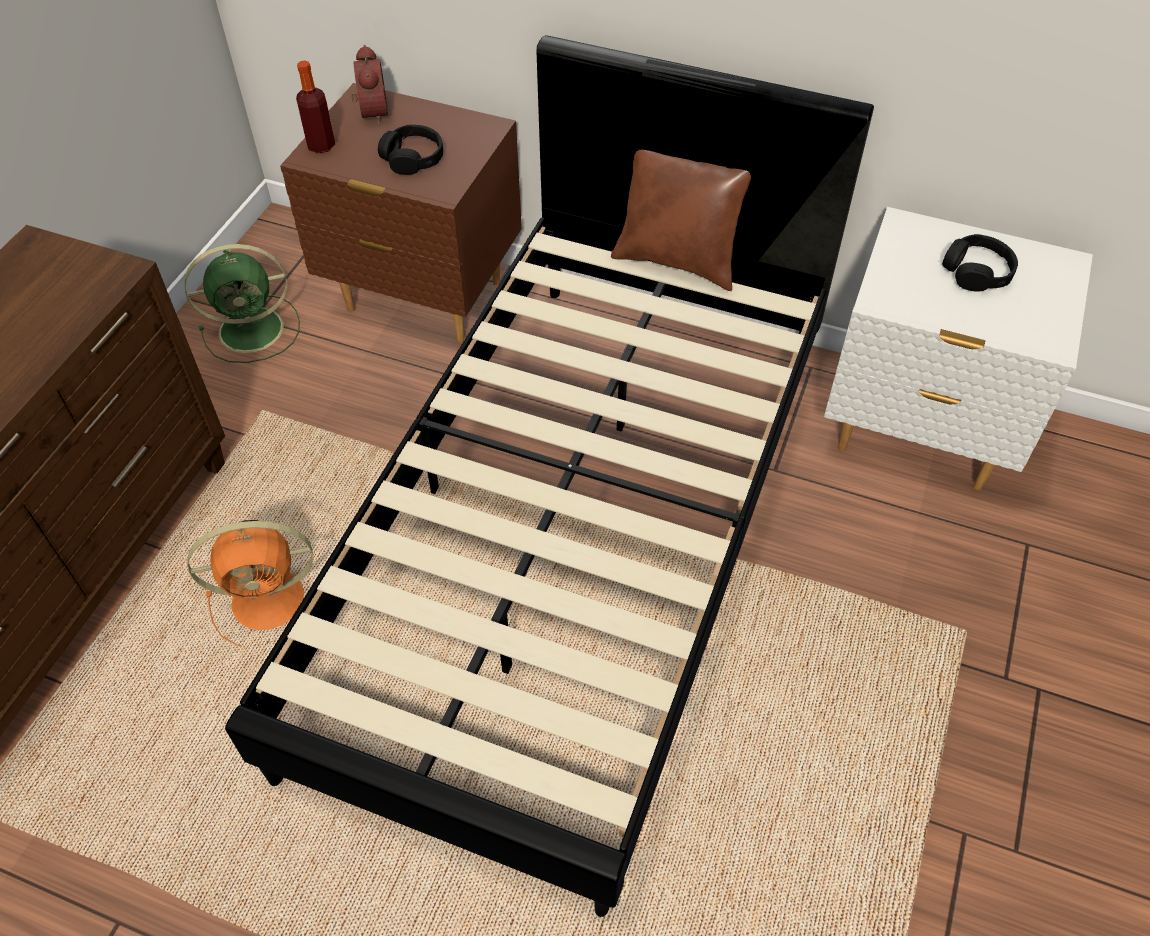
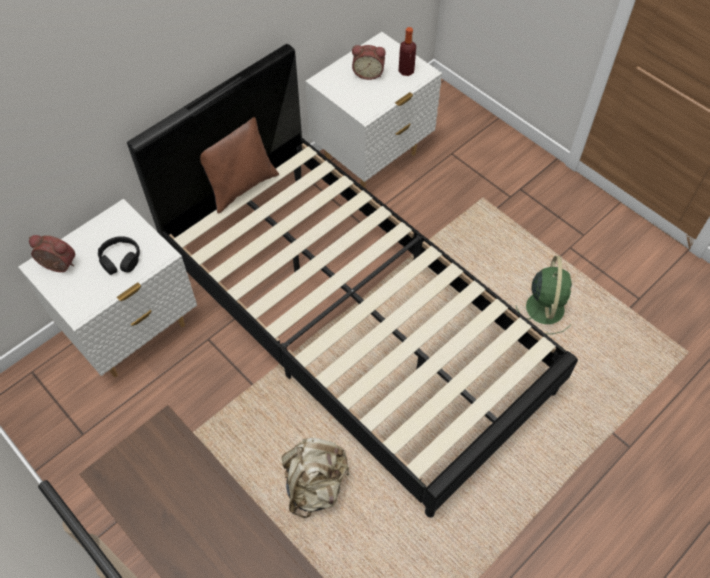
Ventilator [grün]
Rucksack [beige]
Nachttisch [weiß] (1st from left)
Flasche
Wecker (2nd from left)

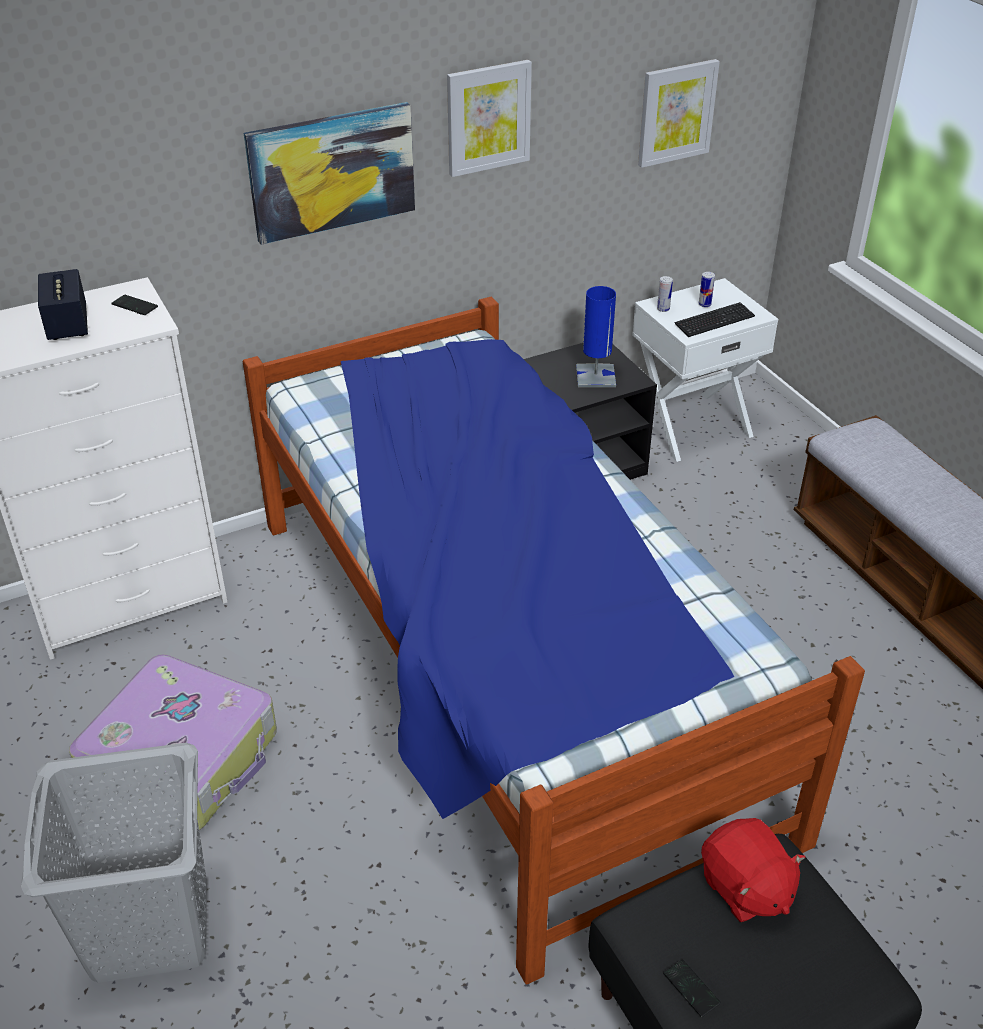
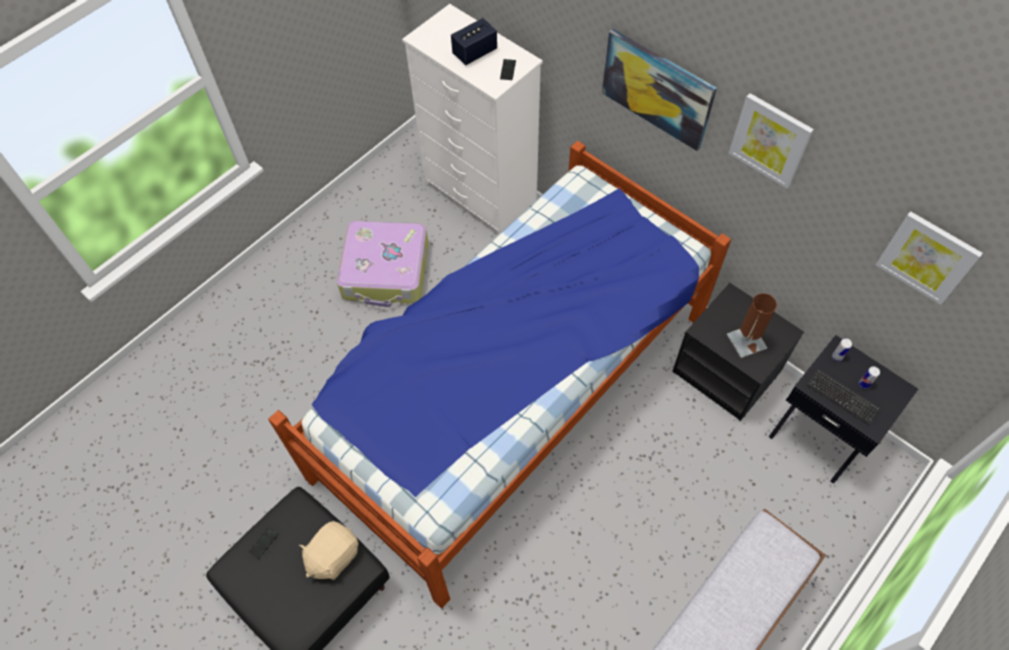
Wäschekorb [grau]
Tischlampe [braun]
Nachttisch [schwarz] (2nd from left)
Plüschtier [beige]

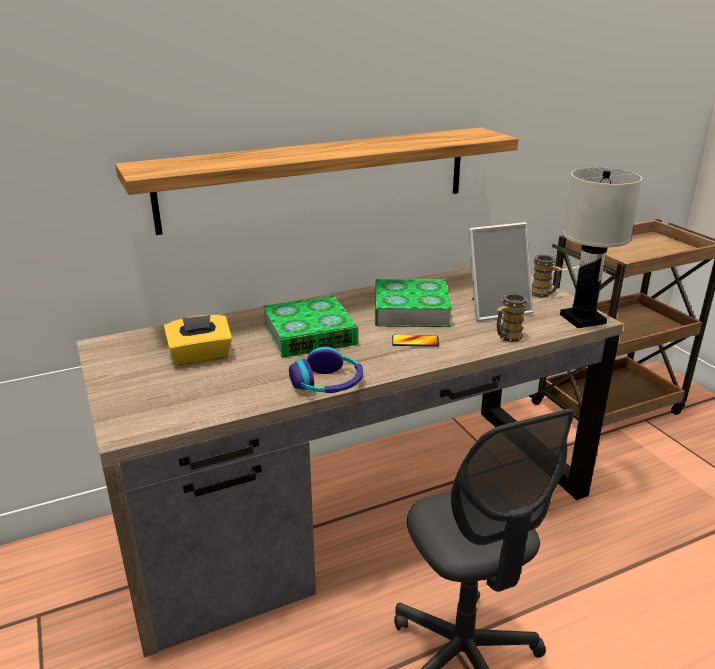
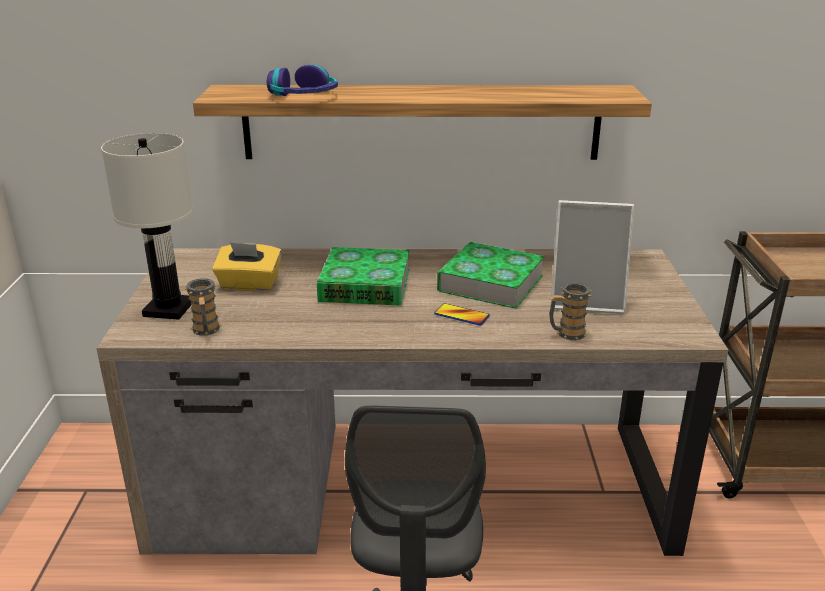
Kopfhörer
Henkelbecher (1st from left)
Tischlampe [weiß]

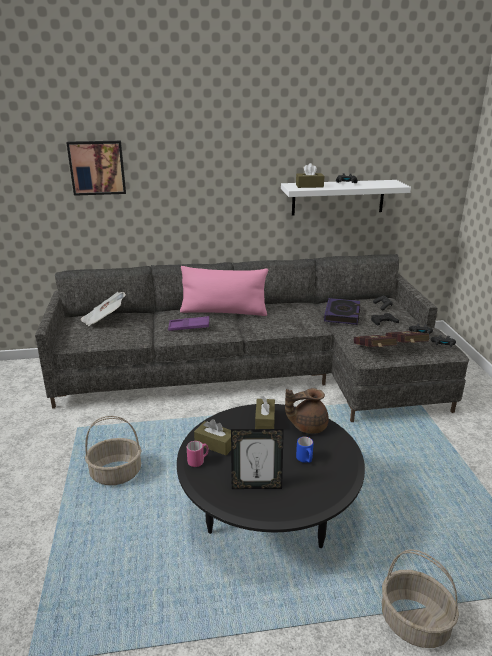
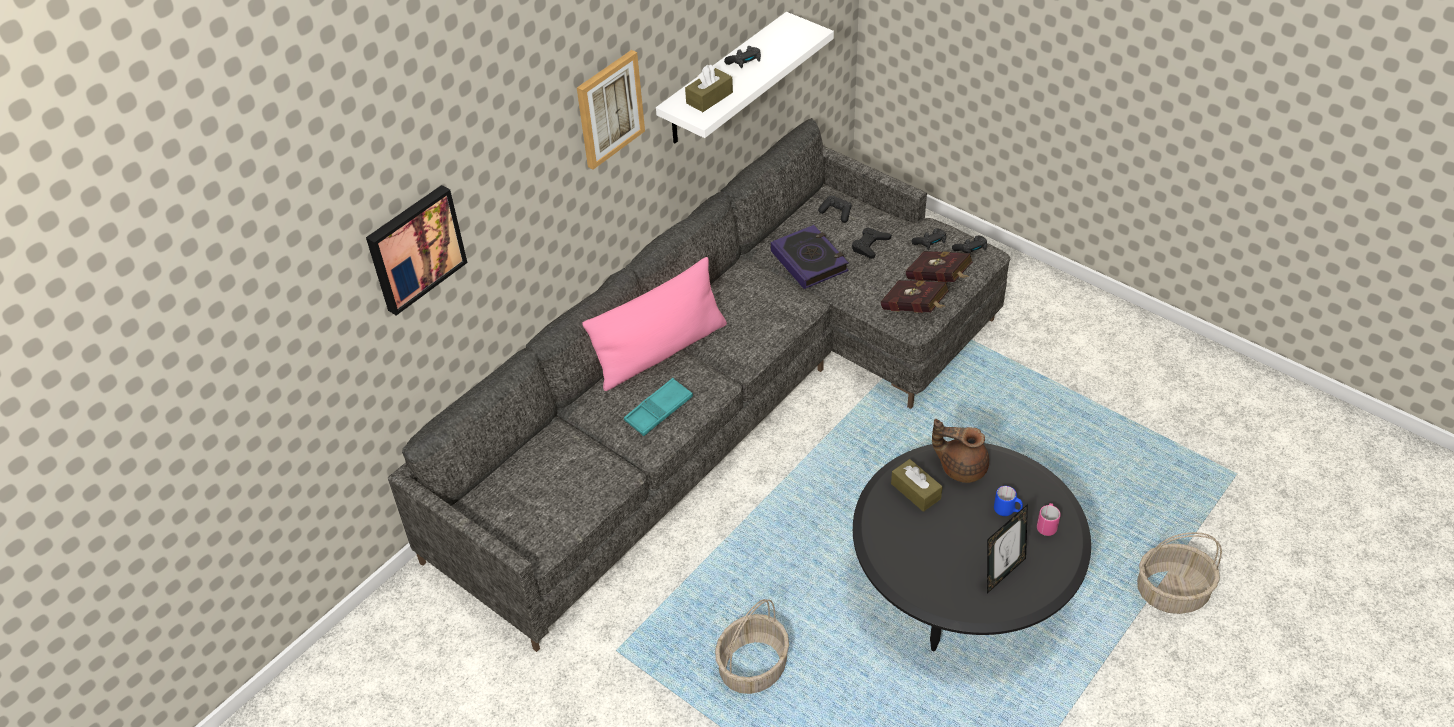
Zeitung
Tablett [türkis]
Henkelbecher [rosa]
Taschentuchbox [braun] (1st from left in the first image)
Teekanne [braun]
Bild (2nd from left)

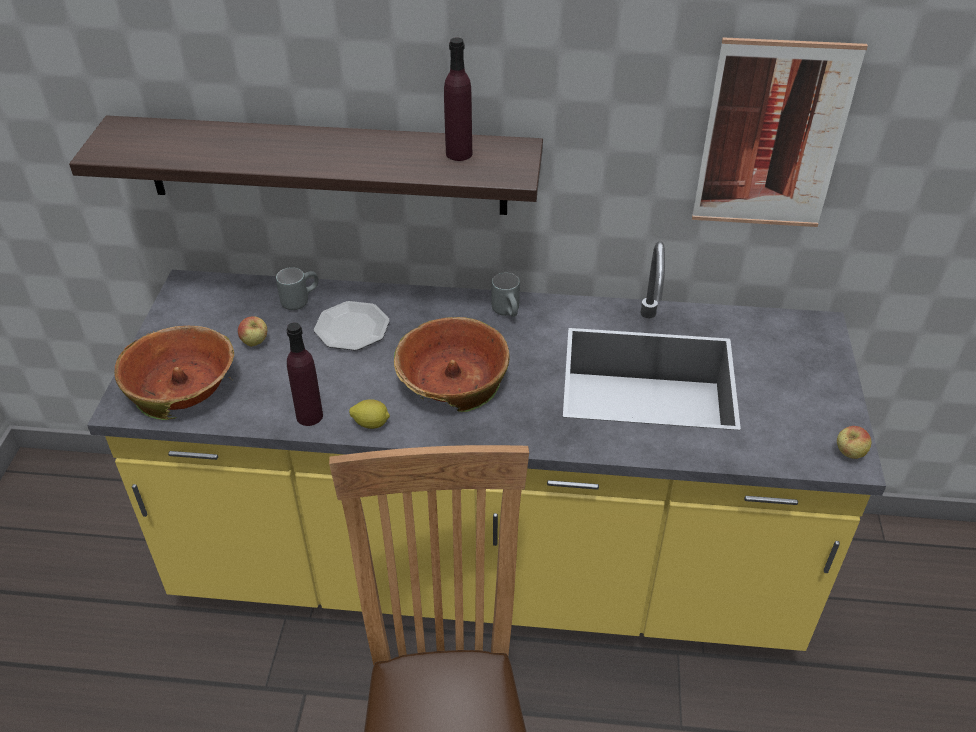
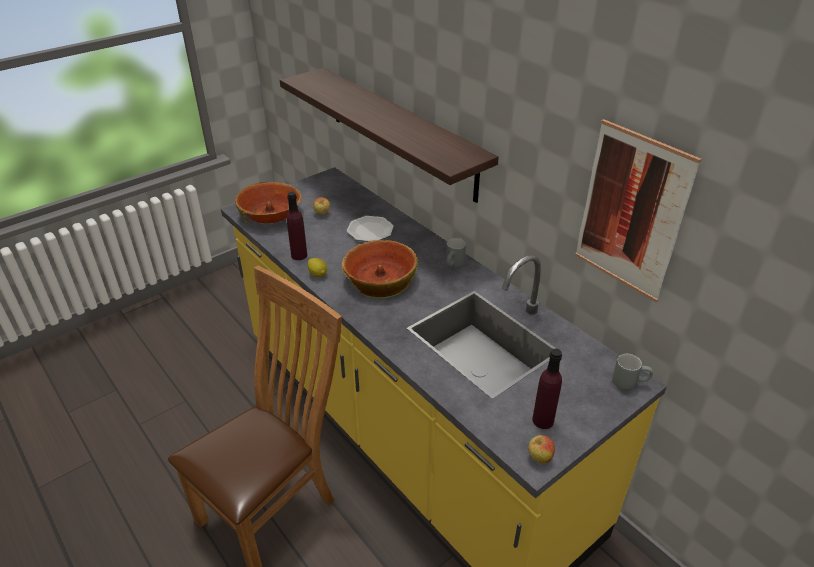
Henkelbecher [grau] (2nd from left)
Flasche [lila] (2nd from left)

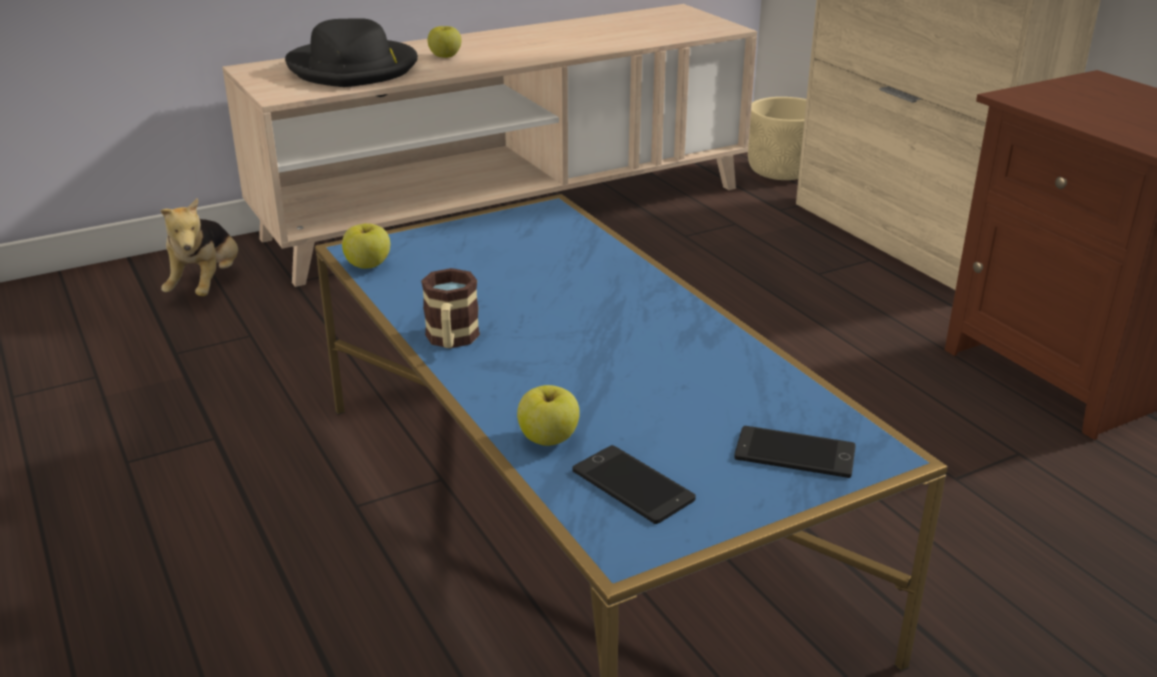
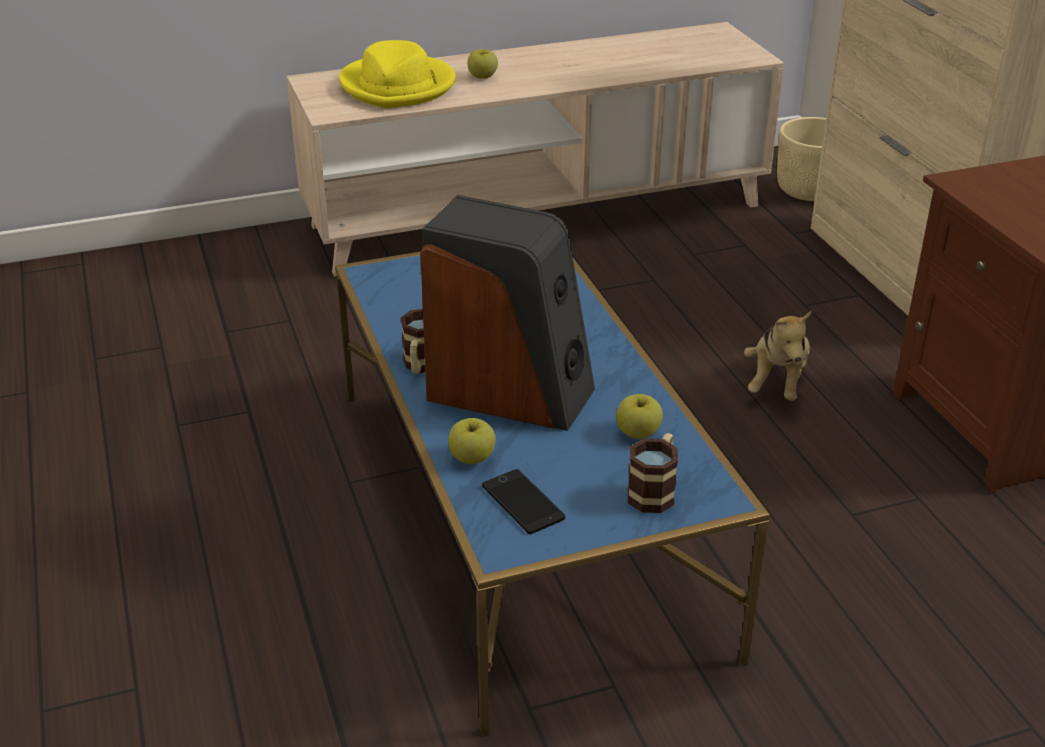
Plüschtier
Hut [gelb]
Apfel (3rd from left)
Henkelbecher (2nd from left)
Lautsprecher

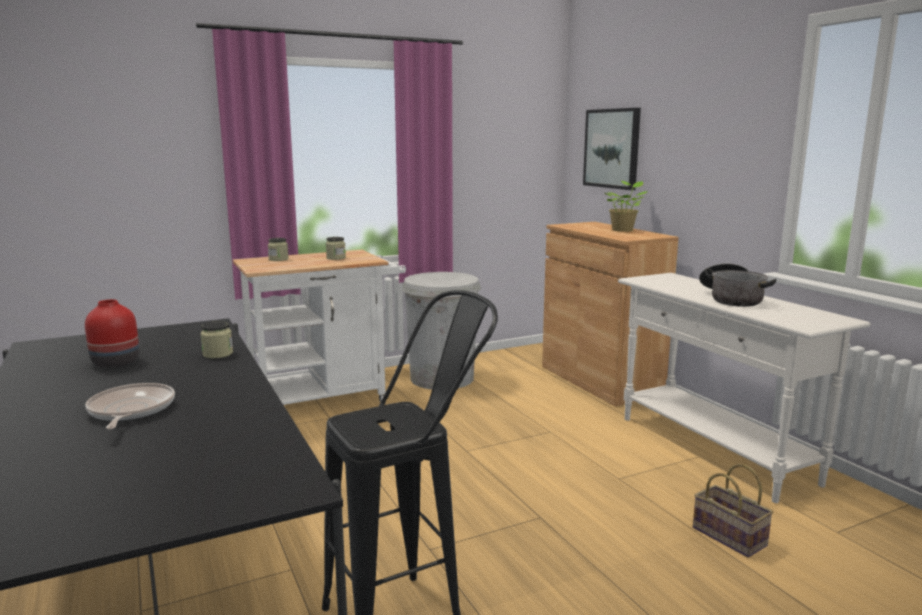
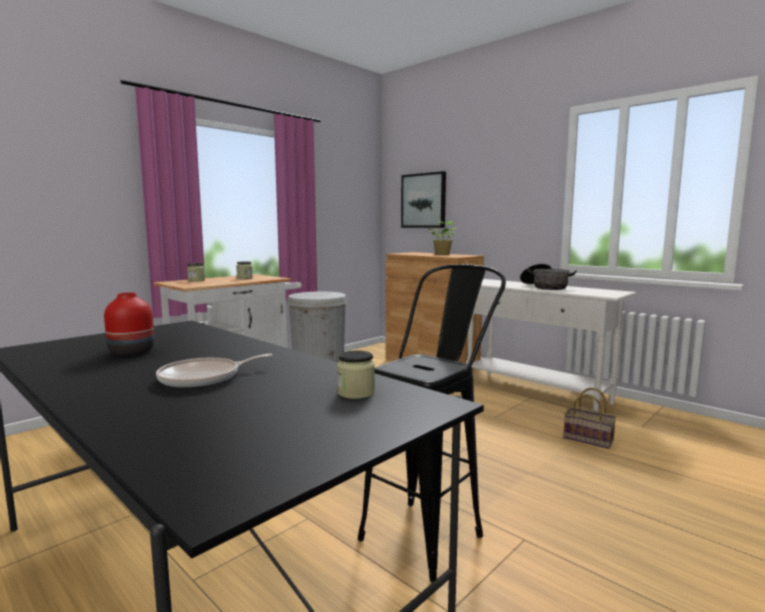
Pfanne
Vorratsglas (3rd from left)

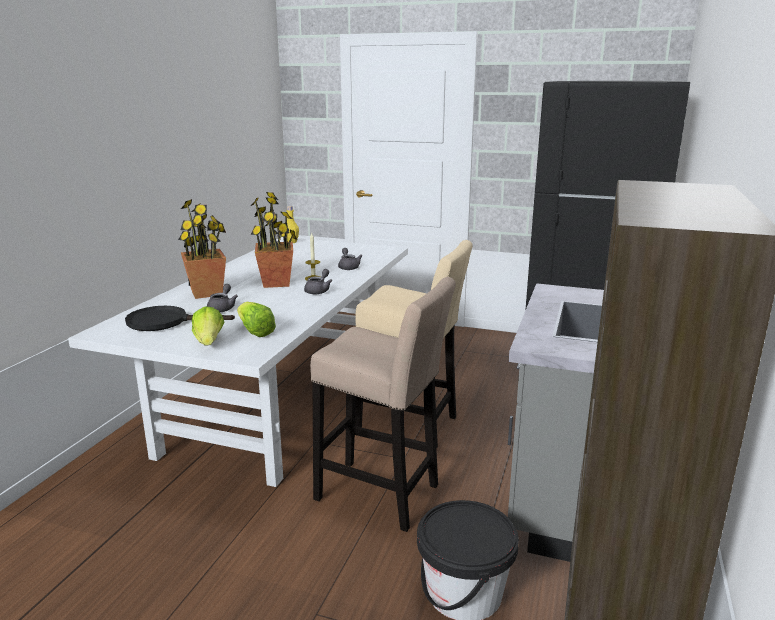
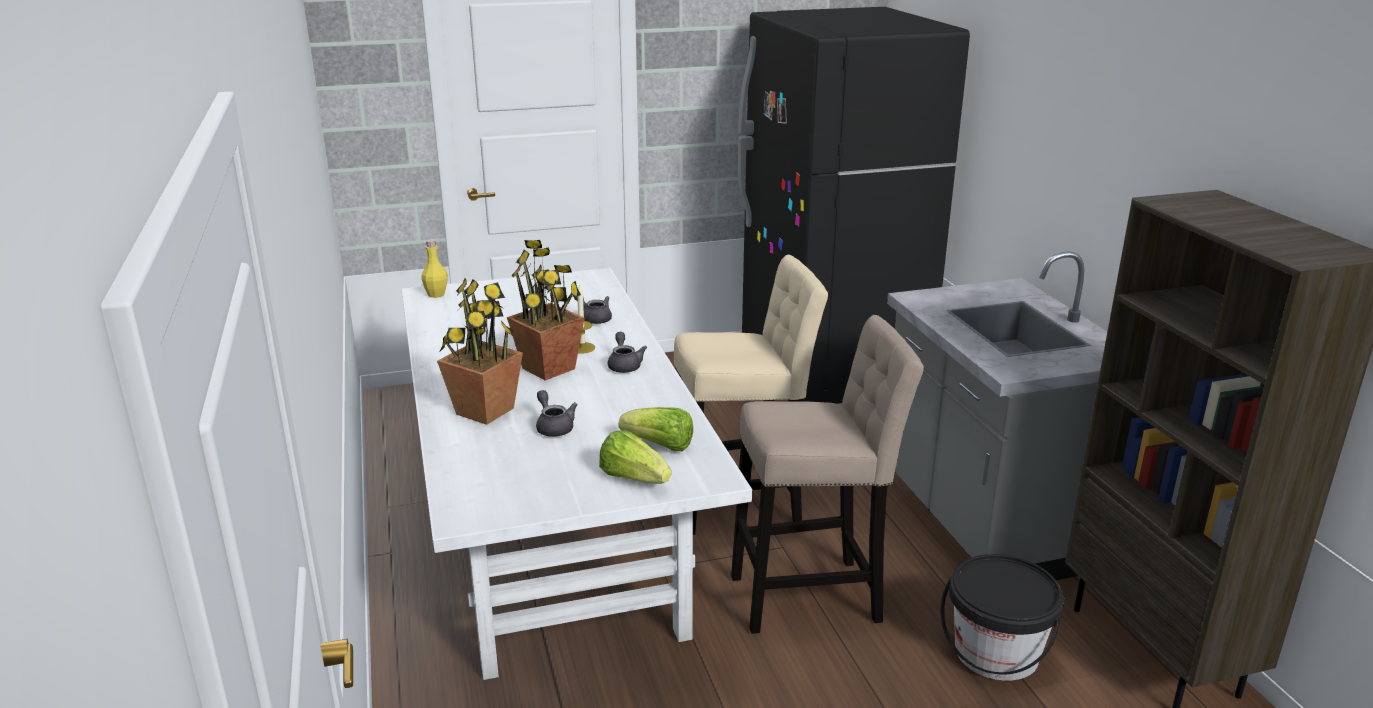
Pfanne [schwarz]

